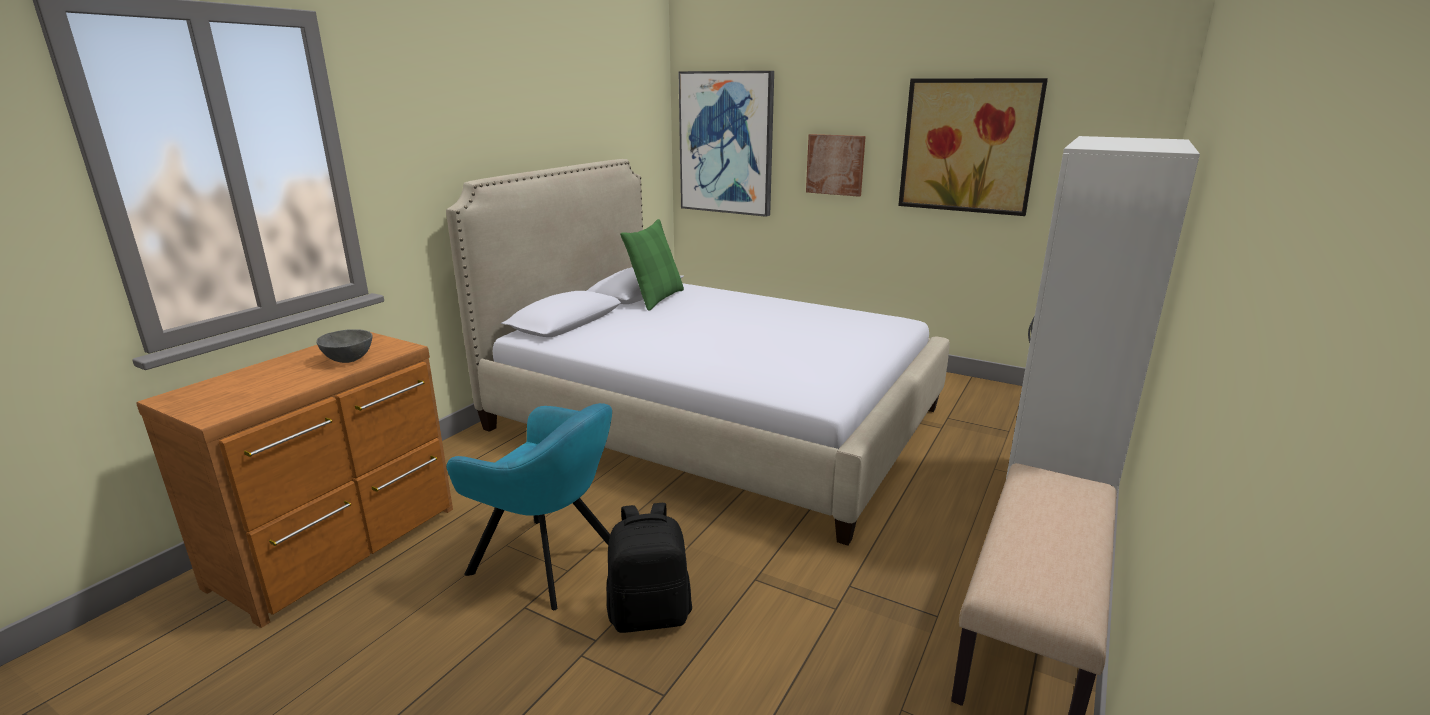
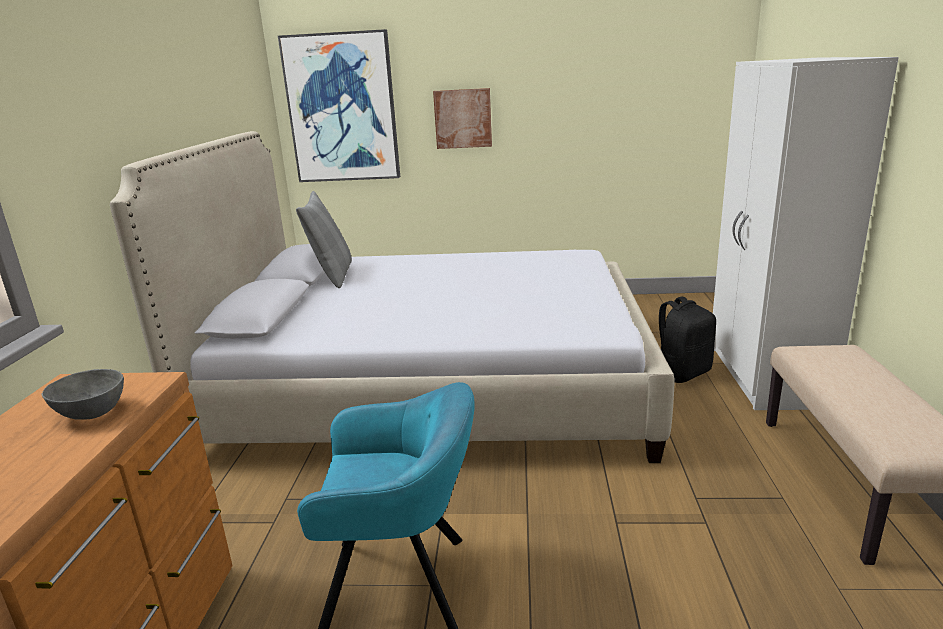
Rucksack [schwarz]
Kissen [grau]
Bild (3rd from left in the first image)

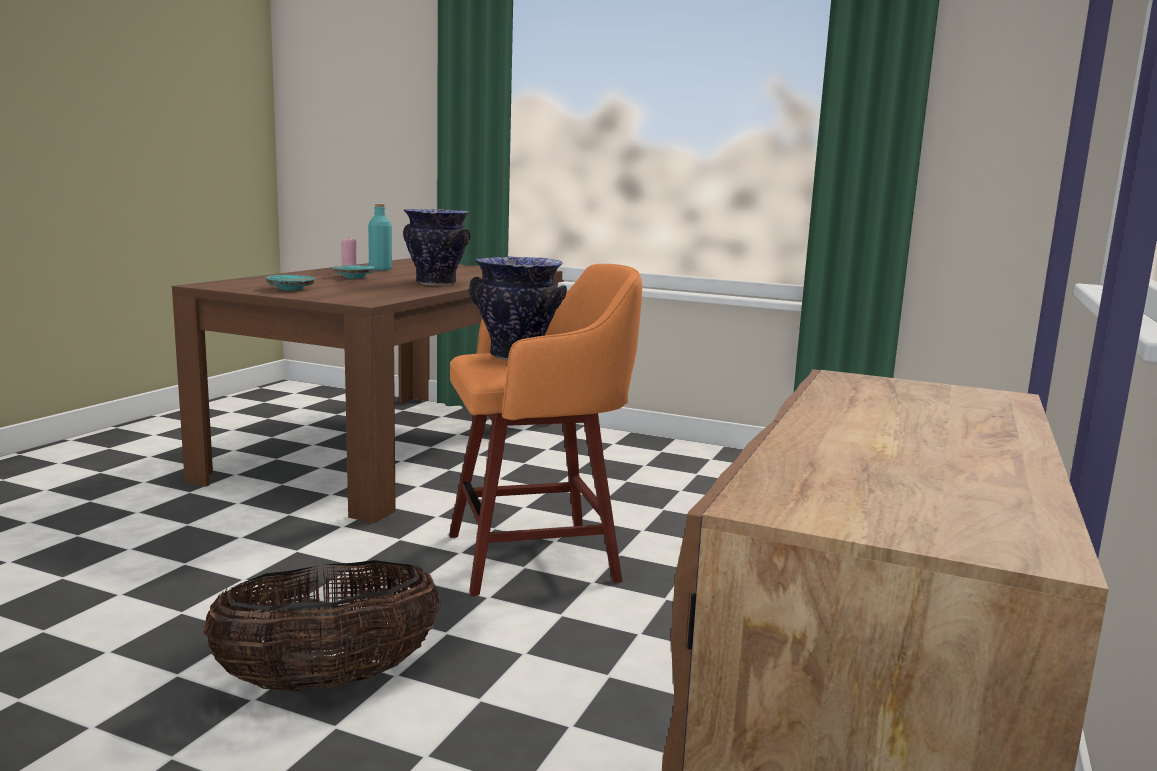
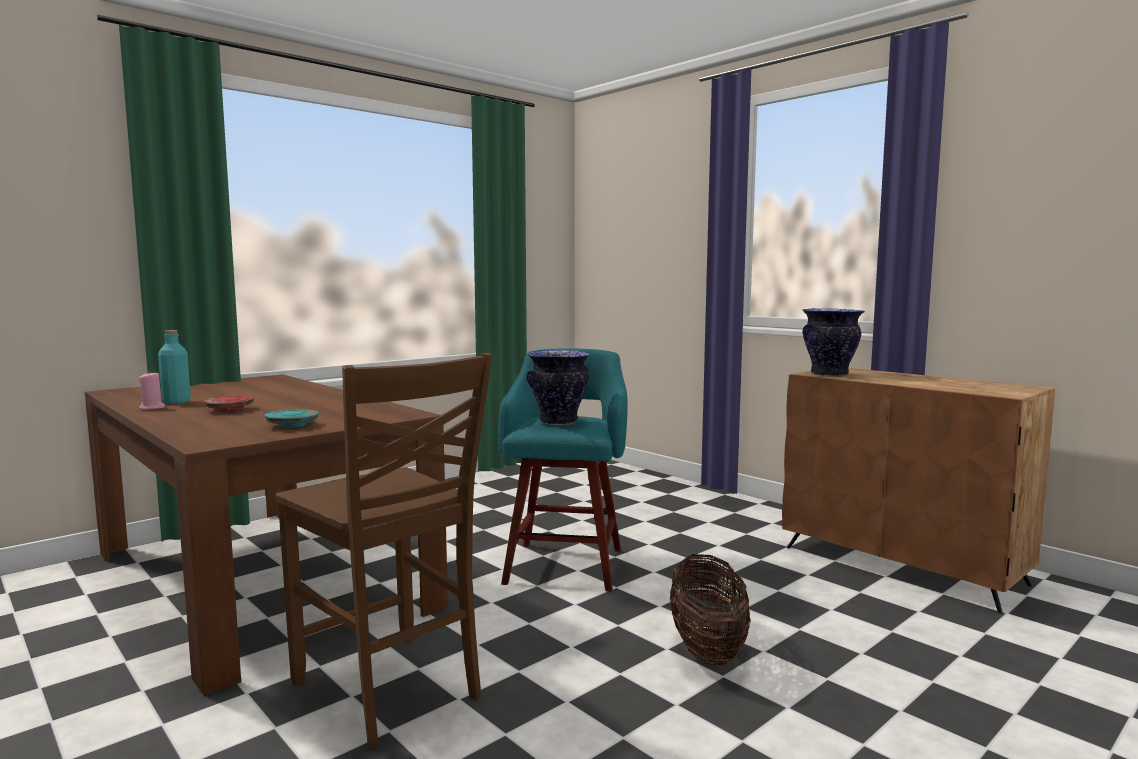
Teller [rot]
Vase (2nd from left)
Hocker [türkis]
Stuhl [braun]

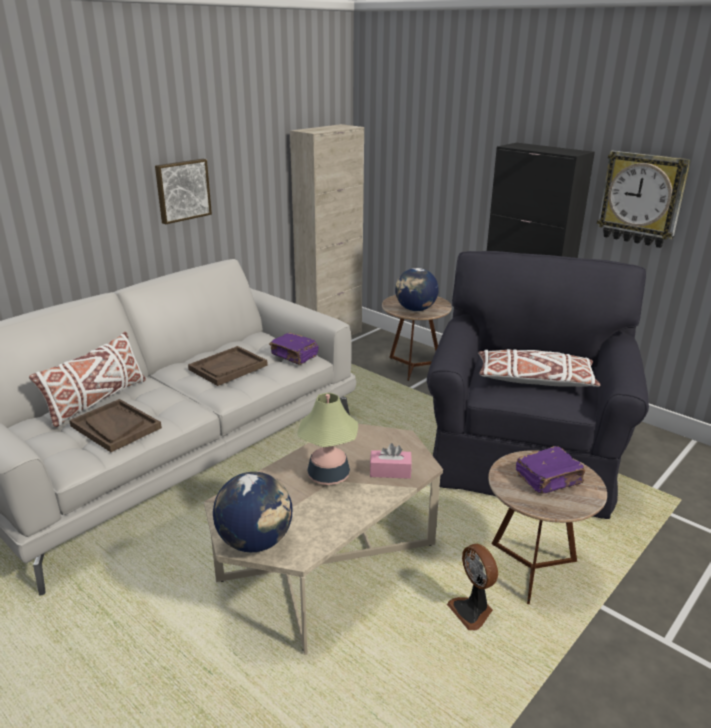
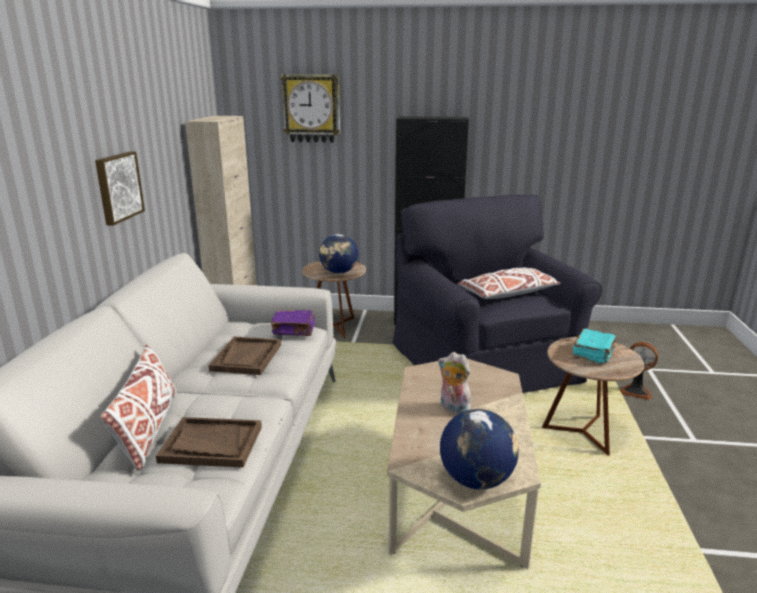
Plüschtier
Taschentuchbox [rosa]
Ventilator
Buch [türkis]
Wanduhr

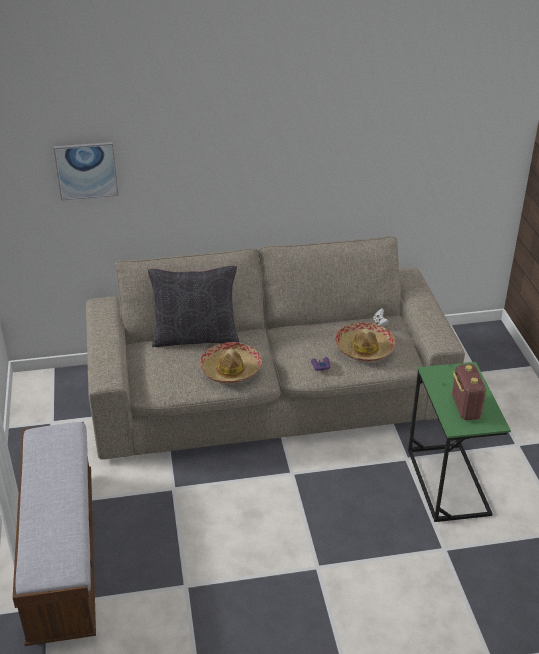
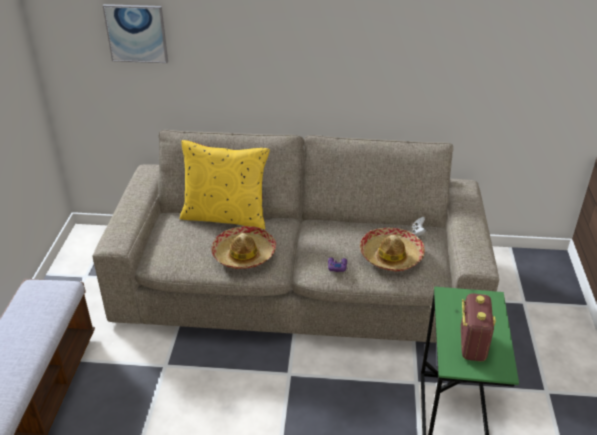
Kissen [gelb]

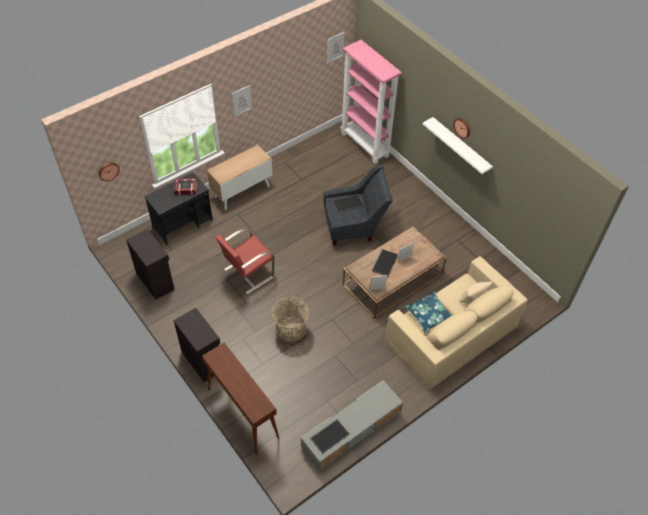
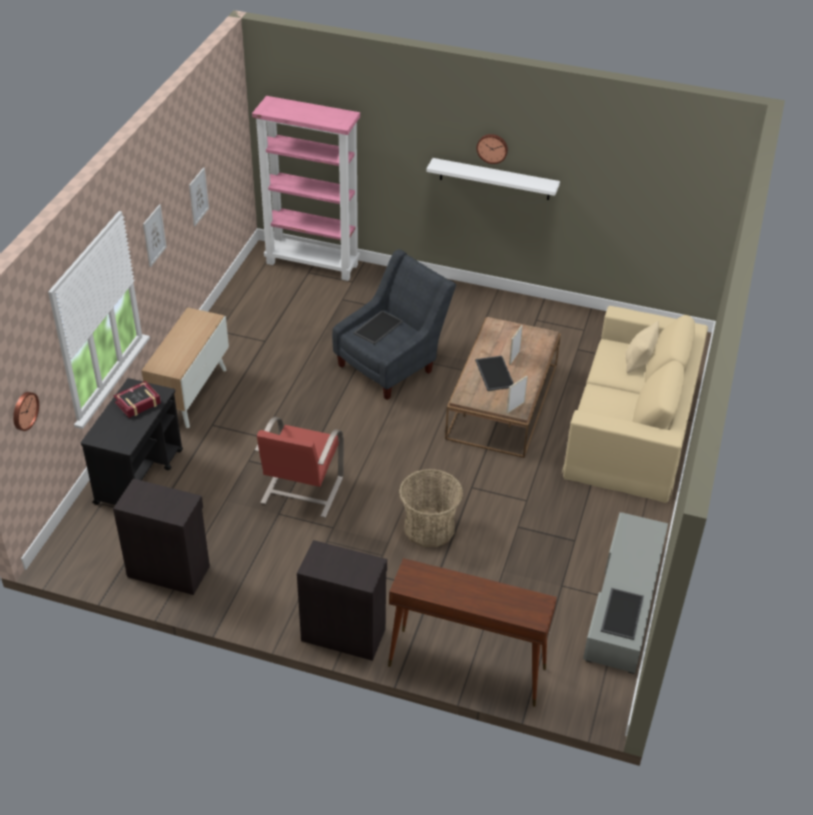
Bild (2nd from left)
Kissen [blau]

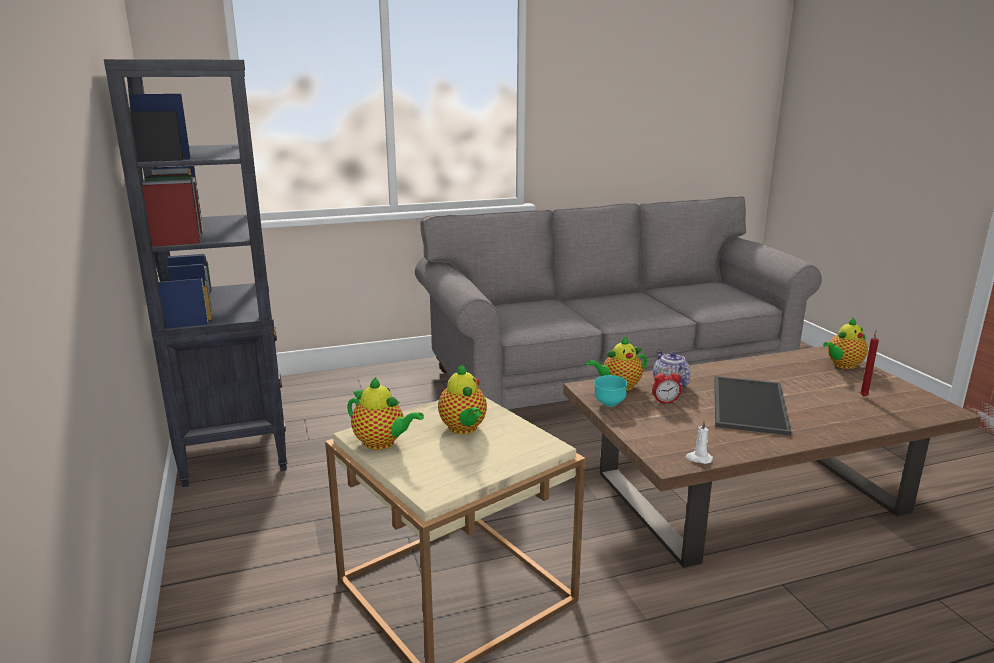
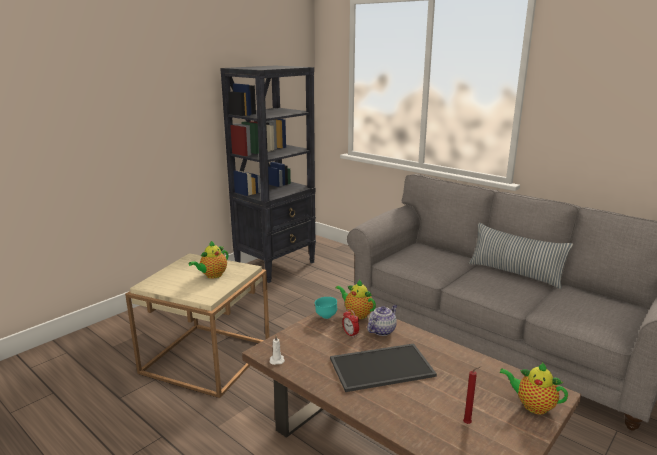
Teekanne (1st from left in the first image)
Kissen

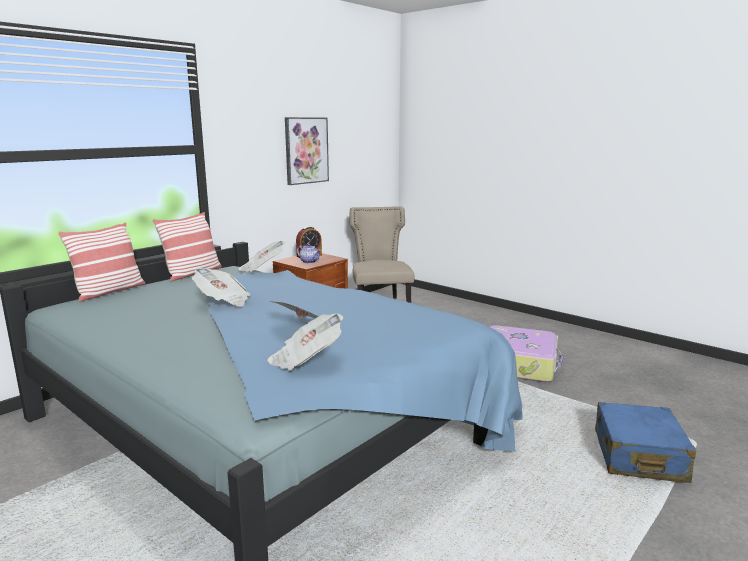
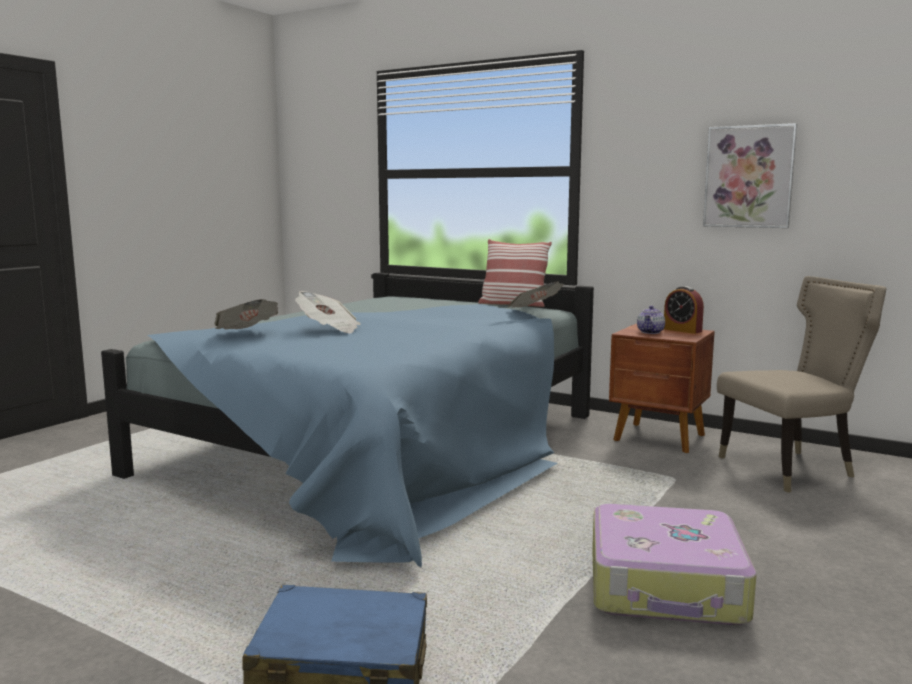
Kissen (1st from left in the first image)
Zeitung (1st from left in the first image)

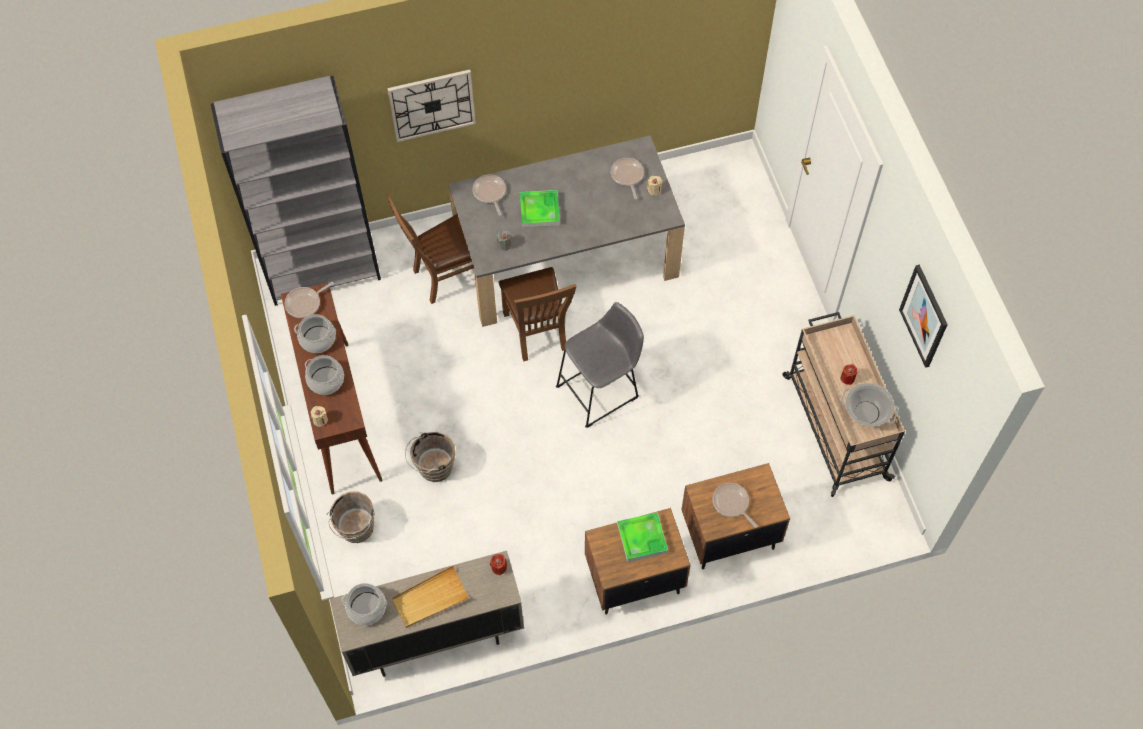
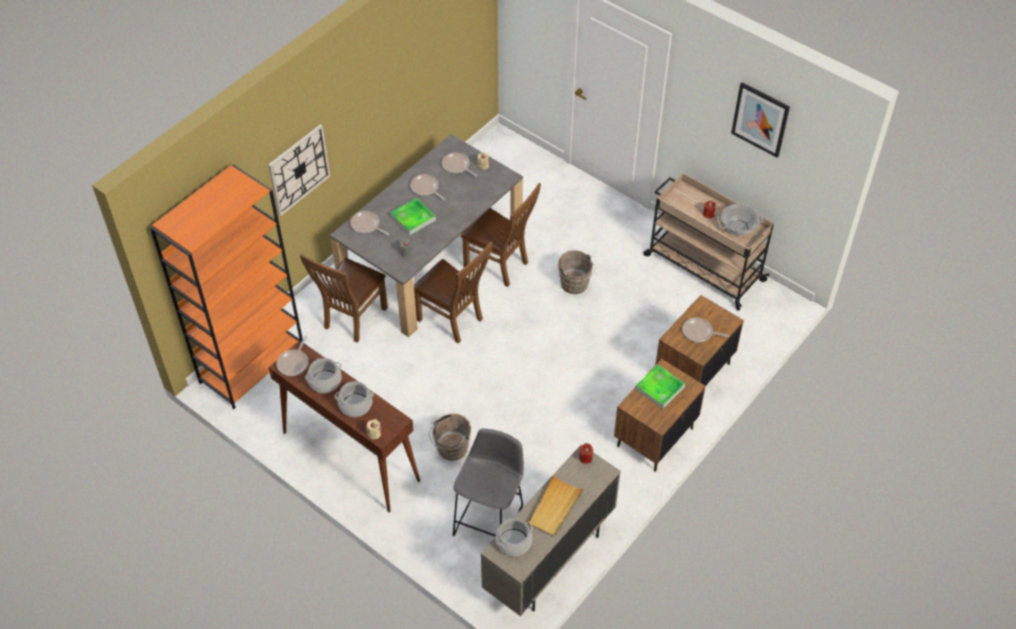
Bücherregal [orange]
Eimer [braun] (2nd from left)
Hocker [grau]
Pfanne (3rd from left)
Stuhl [braun] (3rd from left)

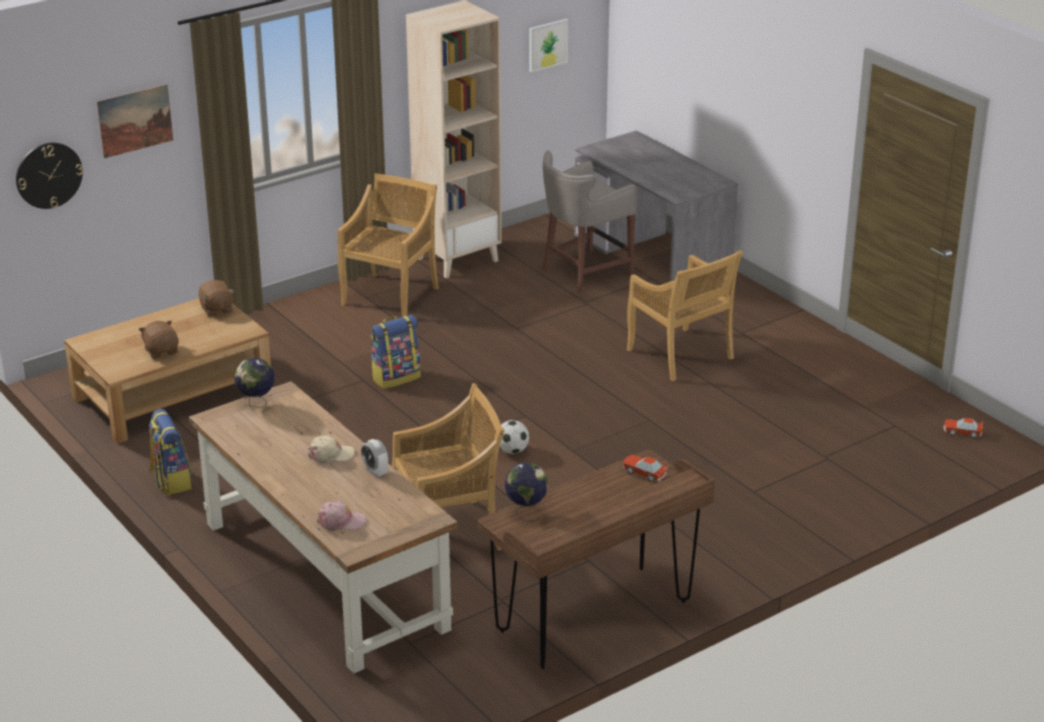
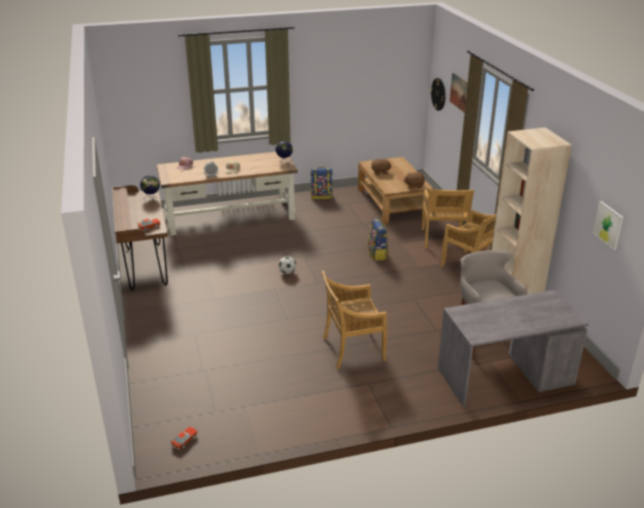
Stuhl [beige] (2nd from left)

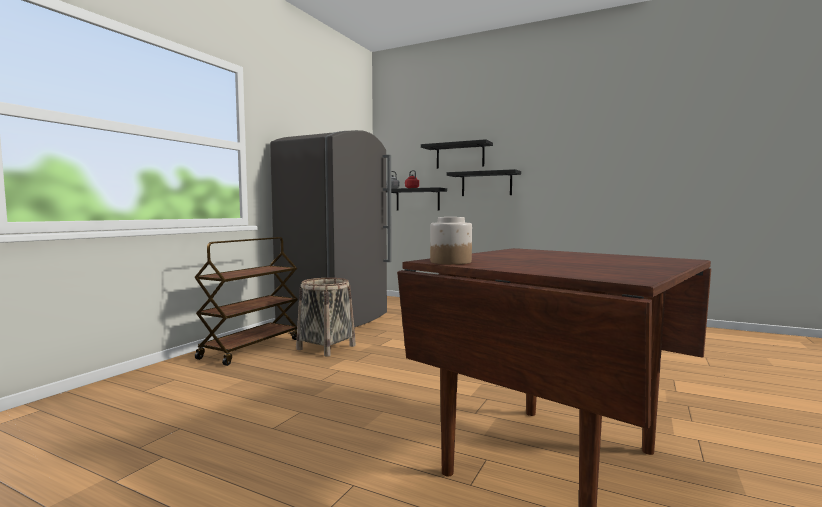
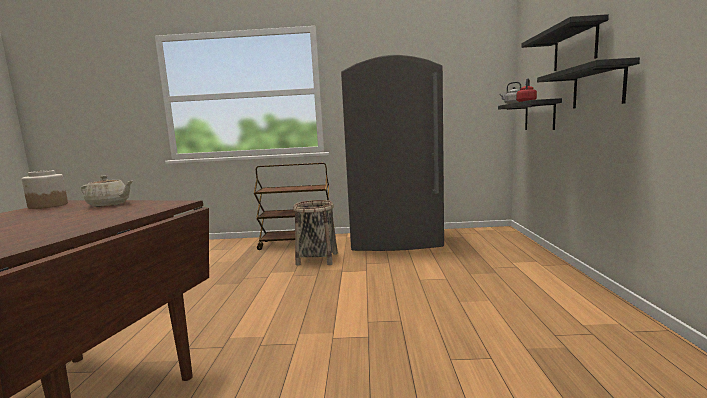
Teekanne [beige]

